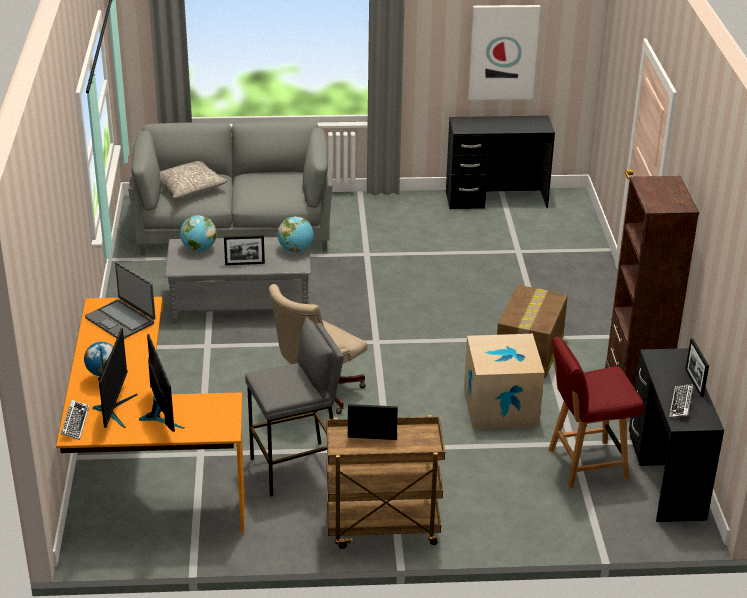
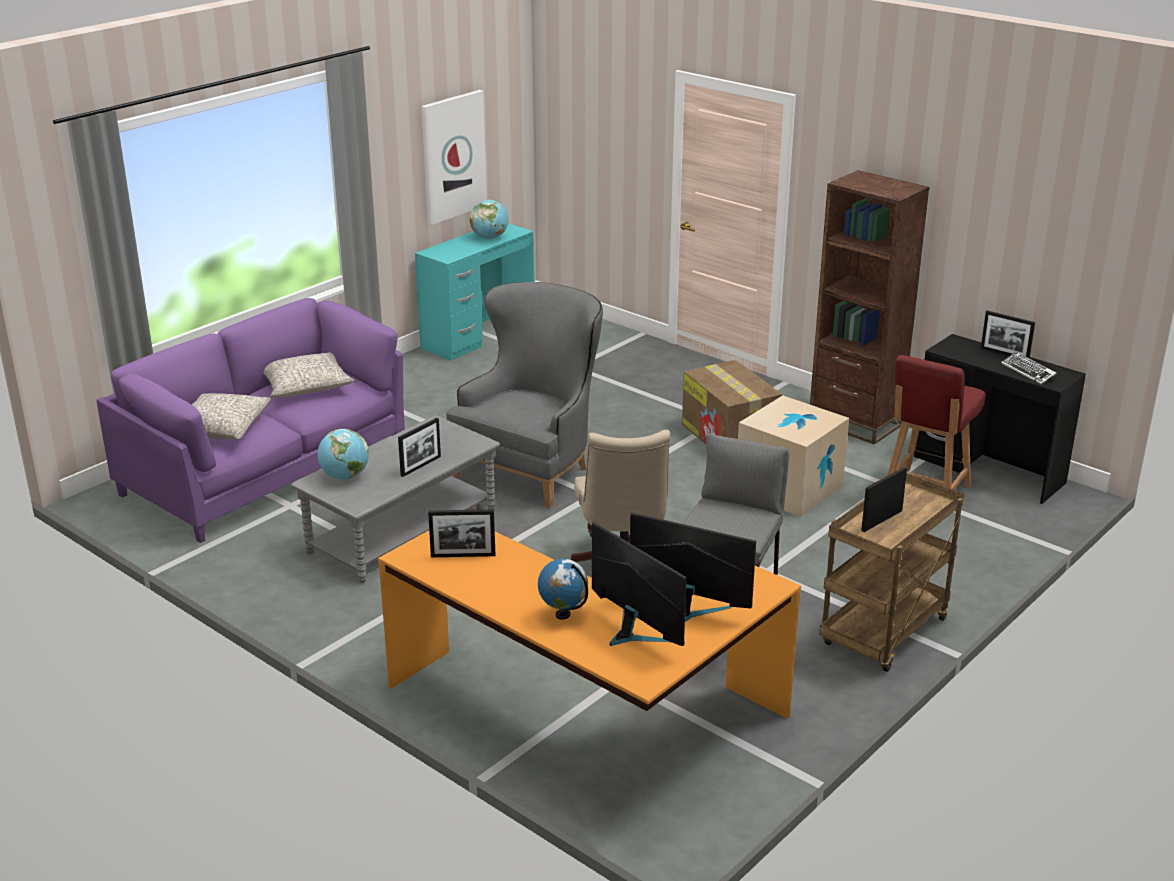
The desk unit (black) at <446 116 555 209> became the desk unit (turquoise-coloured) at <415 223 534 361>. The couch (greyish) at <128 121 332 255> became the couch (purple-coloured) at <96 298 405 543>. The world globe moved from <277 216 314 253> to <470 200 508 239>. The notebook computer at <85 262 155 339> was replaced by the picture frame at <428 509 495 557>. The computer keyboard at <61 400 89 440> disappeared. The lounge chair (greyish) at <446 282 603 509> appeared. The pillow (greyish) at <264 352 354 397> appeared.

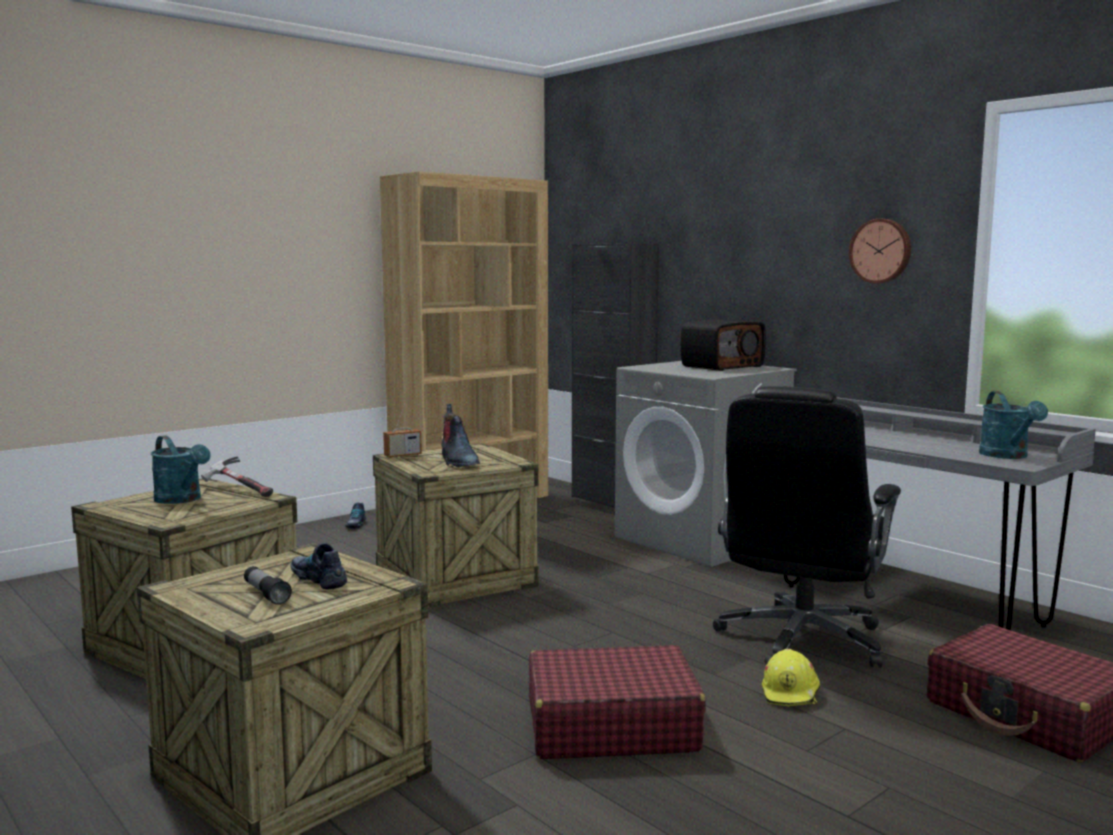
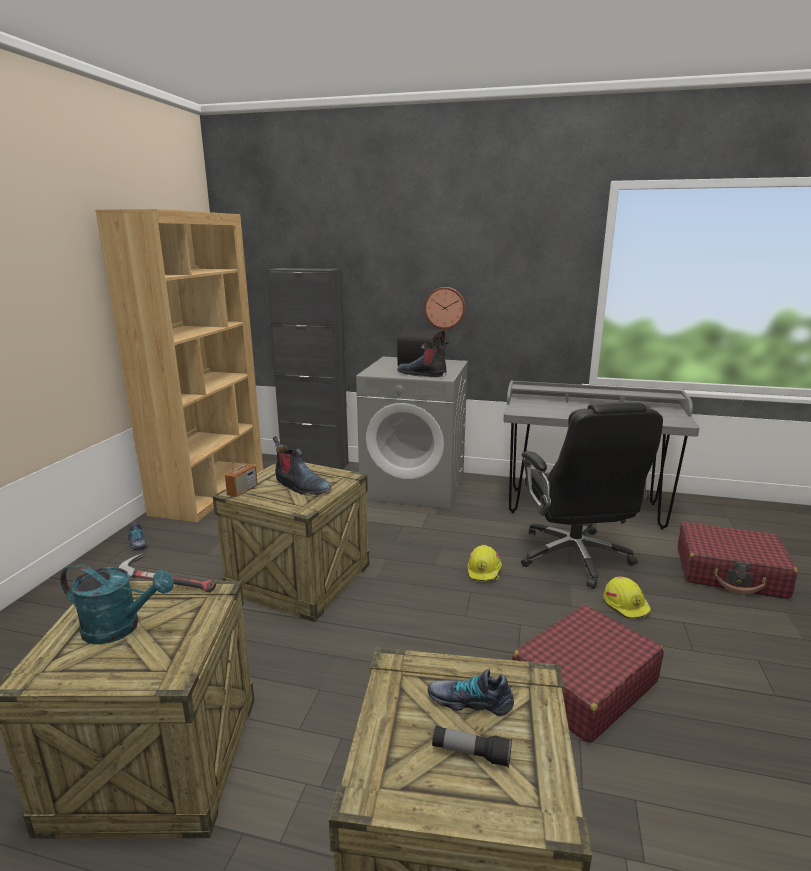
The wall clock moved from <849 219 911 284> to <424 287 466 329>. The watering pot (turquoise-coloured) at <979 391 1048 459> disappeared. The boot at <397 341 449 377> appeared. The safety helmet (yellowish) at <467 545 502 582> appeared.

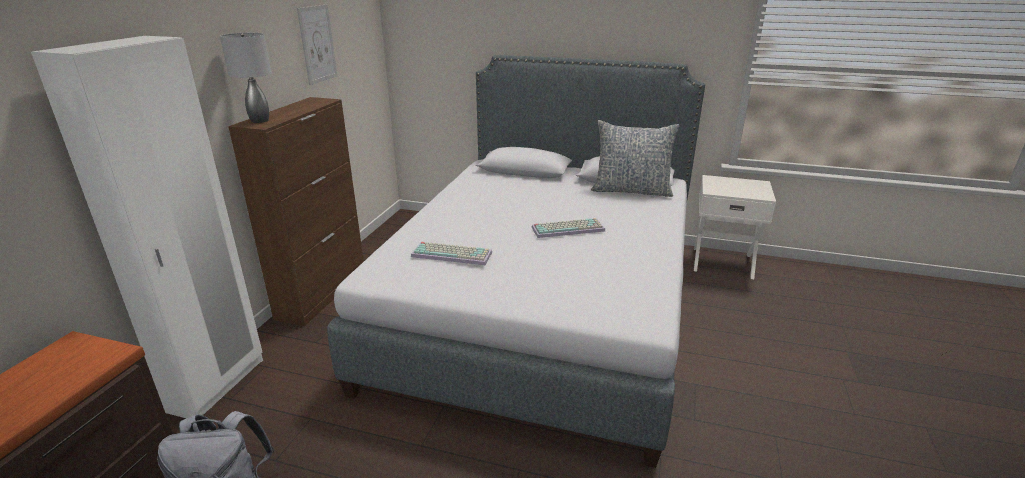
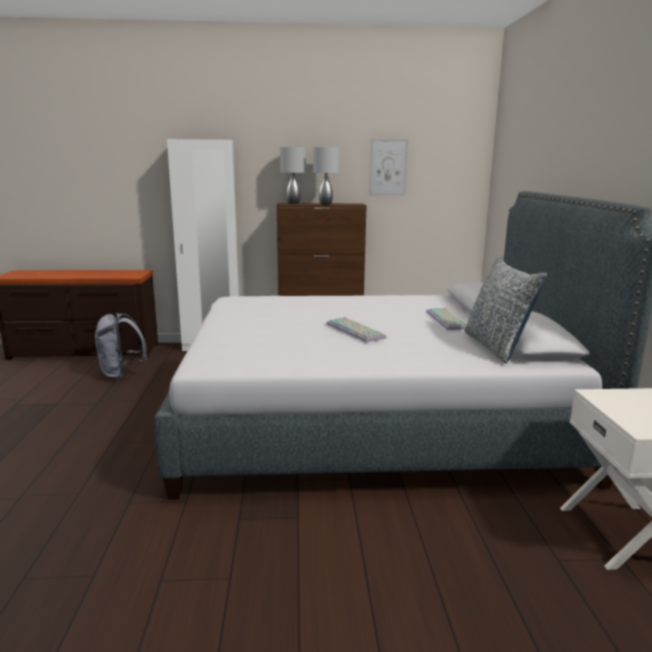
The computer keyboard moved from <411 242 492 265> to <427 308 467 330>. The table lamp (greyish) at <313 146 339 205> appeared.

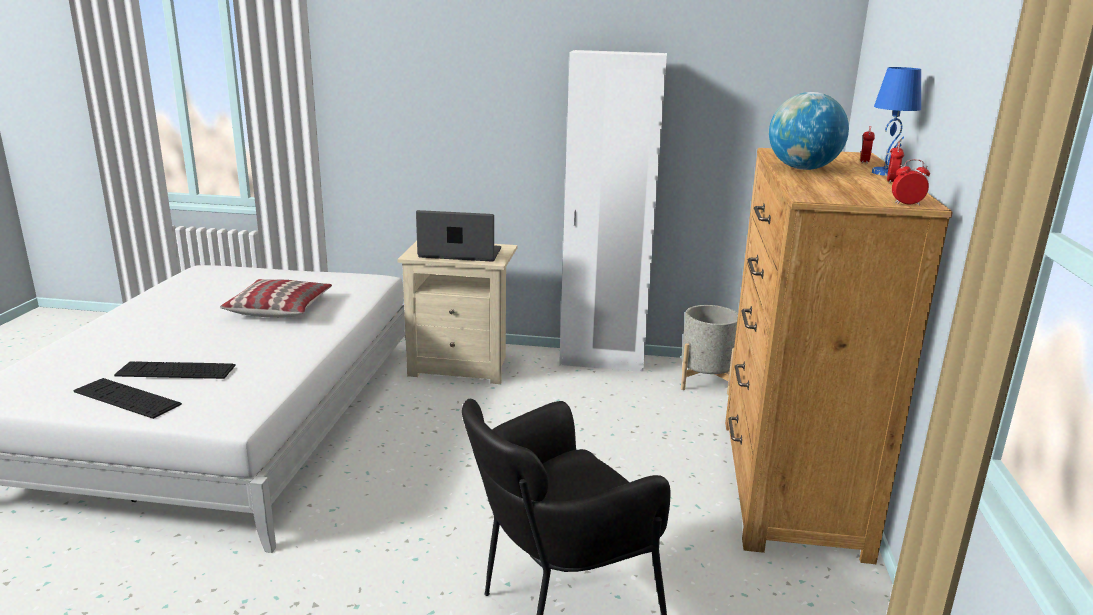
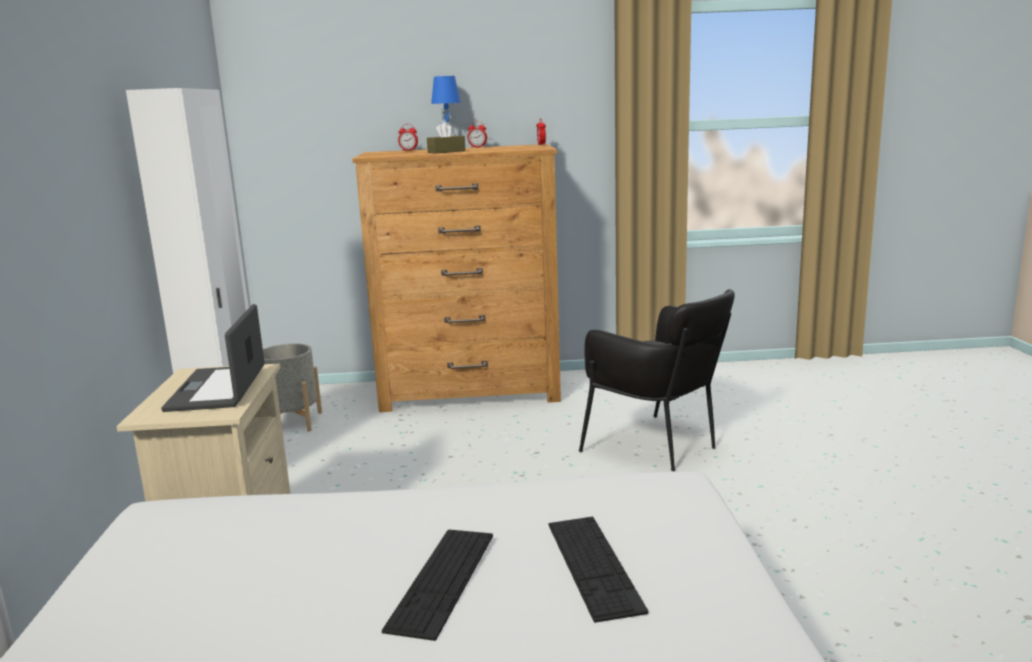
The world globe at <769 92 849 170> was replaced by the tissue box (brown) at <427 122 465 153>. The pillow at <220 279 332 318> disappeared. The computer keyboard moved from <73 378 182 419> to <382 530 493 641>.

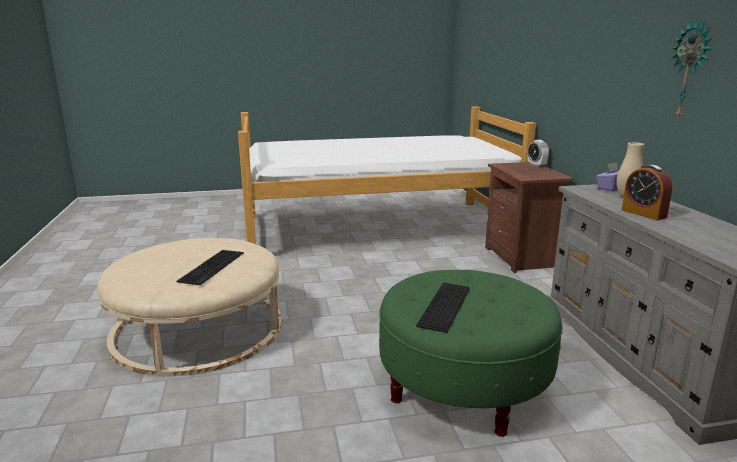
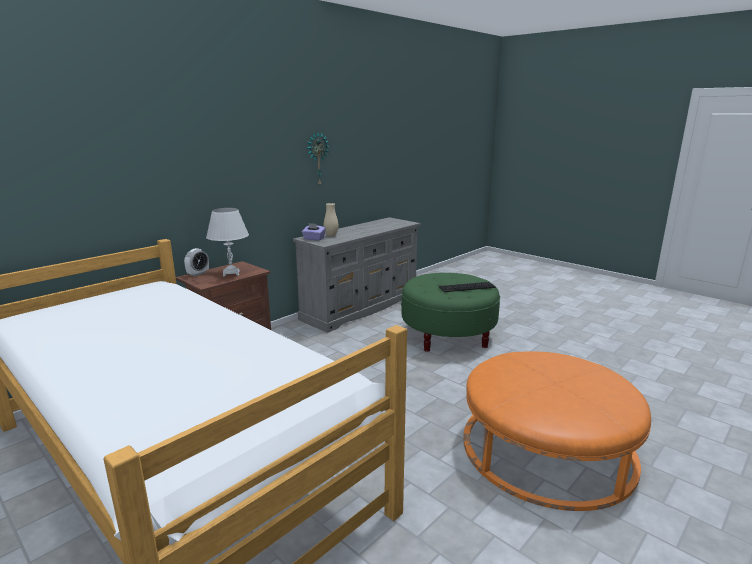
The bedside clock at <622 165 673 220> disappeared. The footrest (beige-coloured) at <98 238 282 376> became the footrest (orangey) at <463 352 651 511>. The computer keyboard at <176 250 244 285> disappeared. The table lamp (whitish) at <206 208 249 276> appeared.

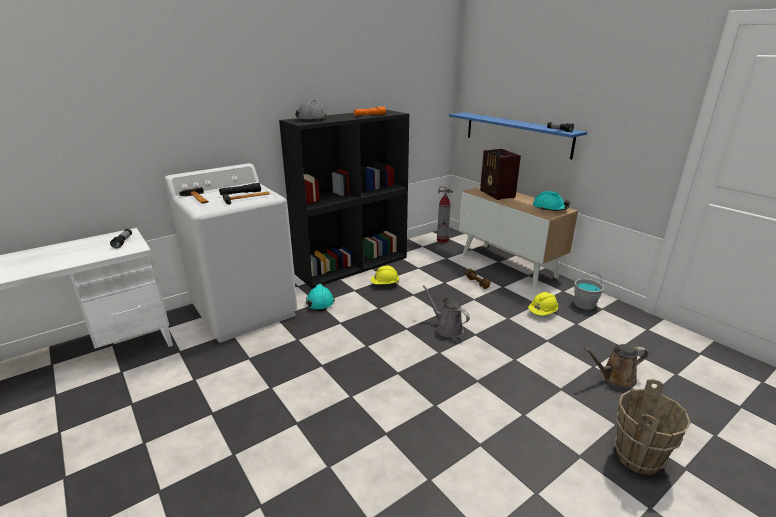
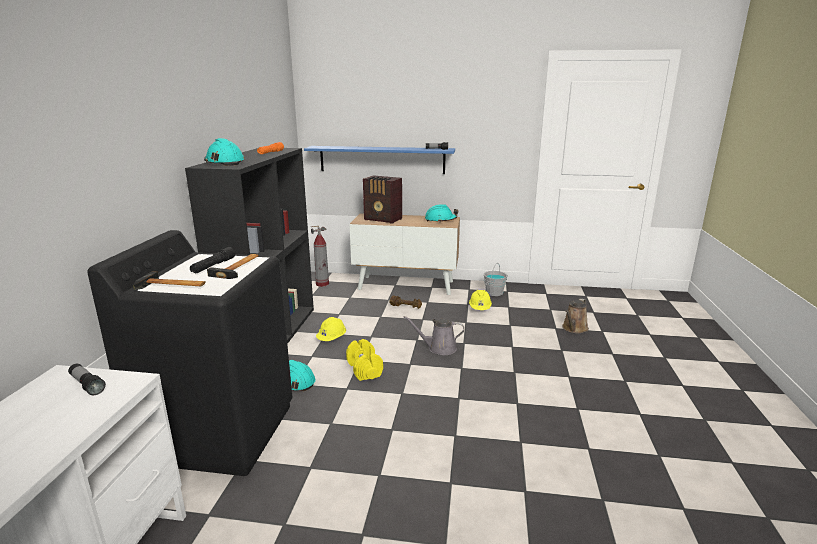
The safety helmet (greyish) at <295 99 326 122> became the safety helmet (turquoise-coloured) at <204 138 244 166>. The laundry machine (whitish) at <164 163 297 342> became the laundry machine (black) at <87 230 292 476>. The pail (brown) at <614 379 691 475> disappeared. The hand weight (yellowish) at <346 339 383 381> appeared.

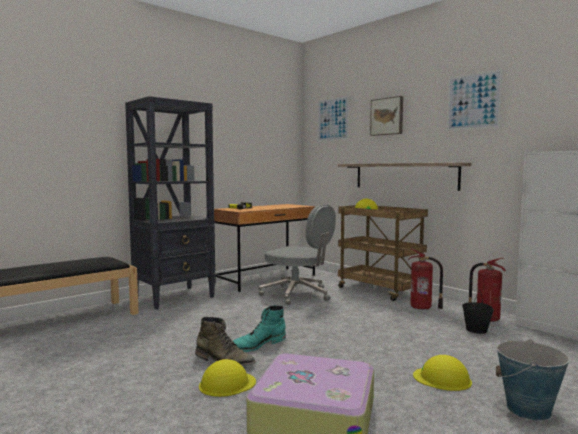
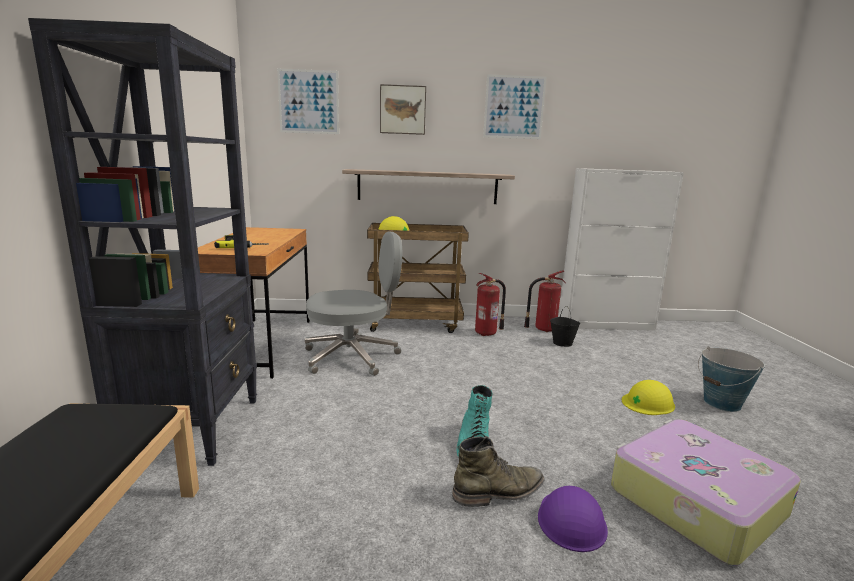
The safety helmet (yellowish) at <199 359 256 397> became the safety helmet (purple-coloured) at <538 486 608 552>.

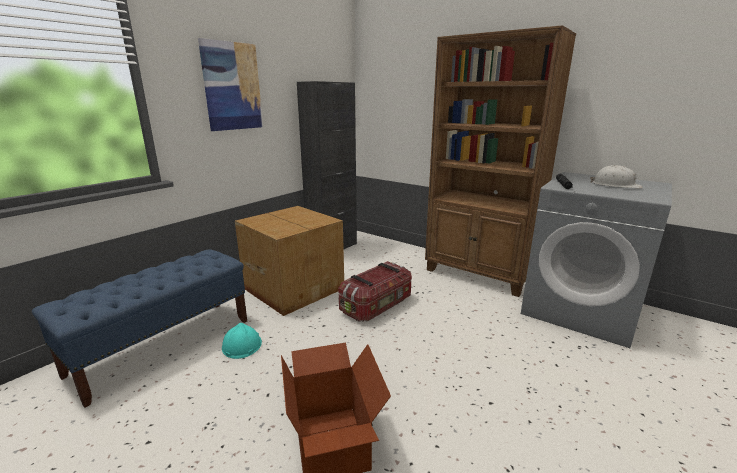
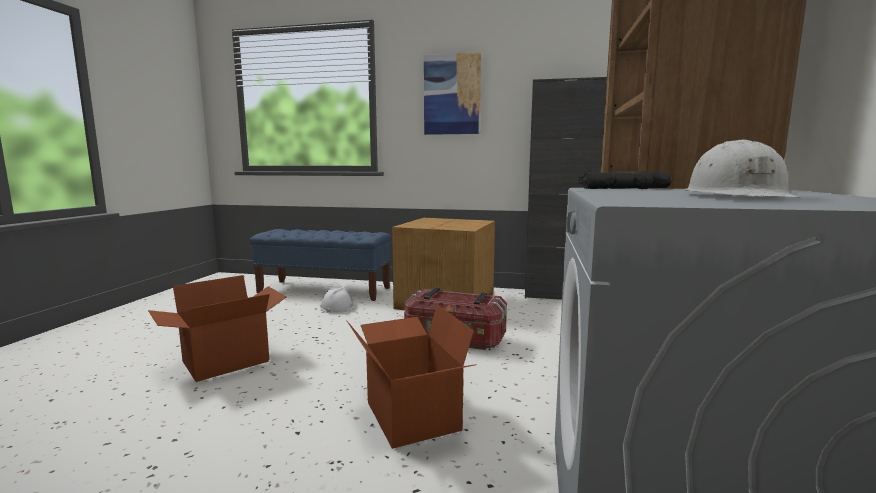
The safety helmet (turquoise-coloured) at <222 323 262 359> became the safety helmet (whitish) at <320 287 357 313>. The cardboard box at <347 304 477 449> appeared.

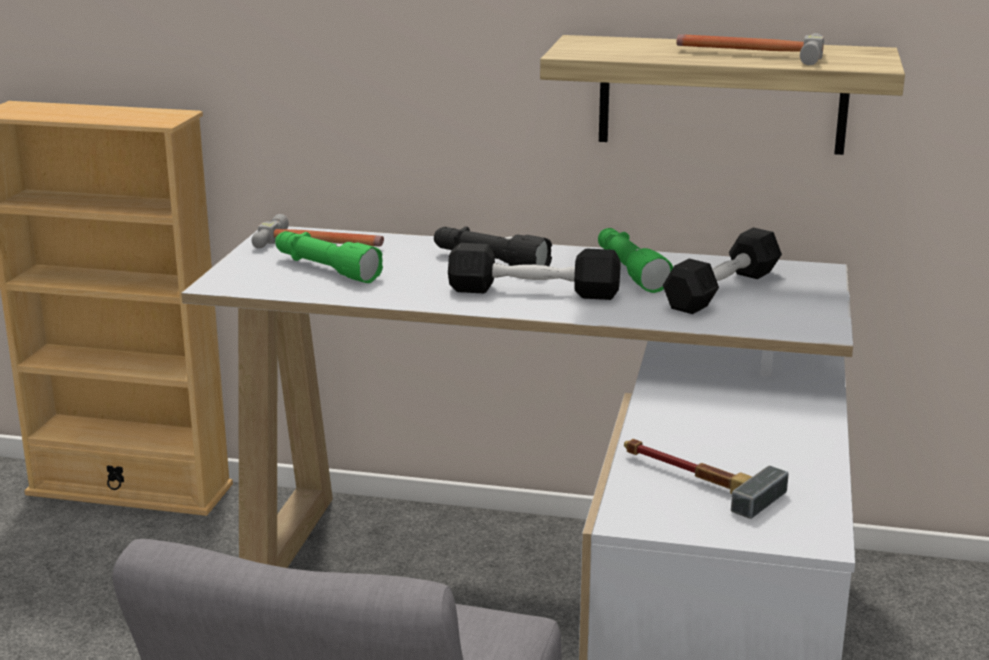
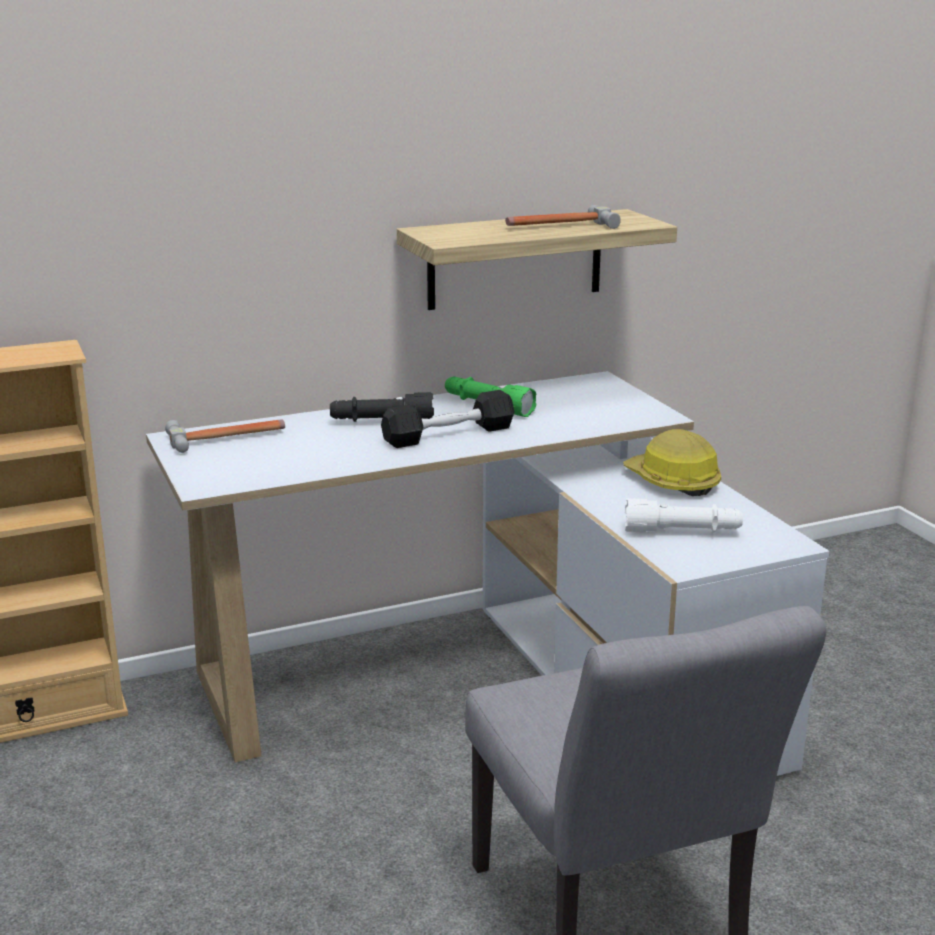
The hand weight (black) at <663 227 782 314> disappeared. The flashlight (green) at <275 231 383 283> disappeared. The hand hammer at <624 439 789 519> was replaced by the flashlight (whitish) at <625 498 743 533>. The safety helmet at <623 429 721 496> appeared.

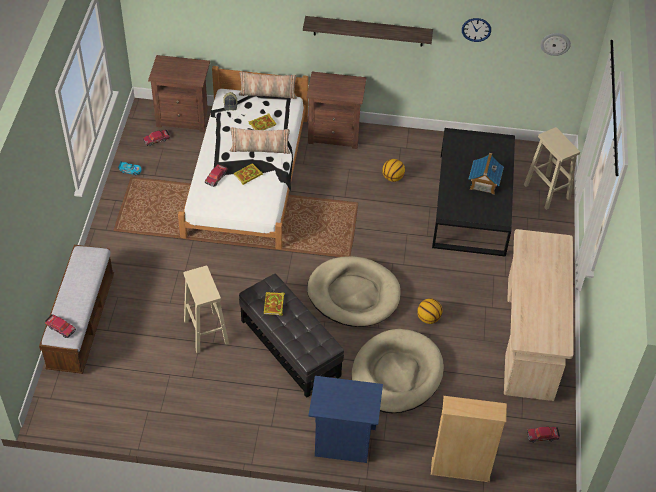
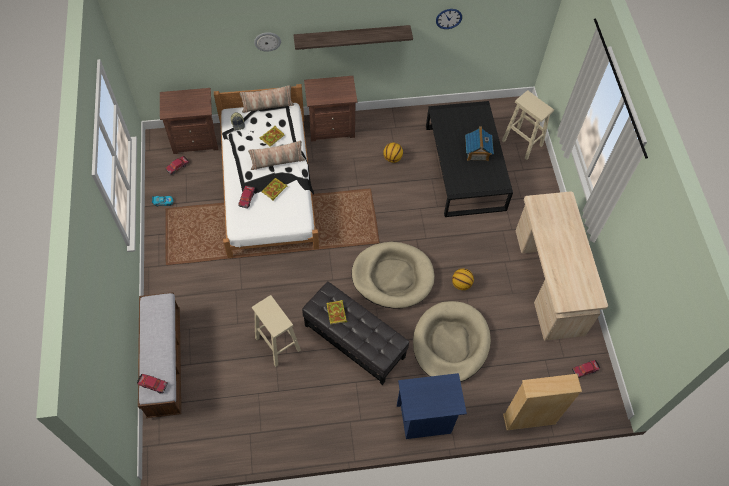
The wall clock moved from <540 33 571 56> to <254 32 281 52>.

